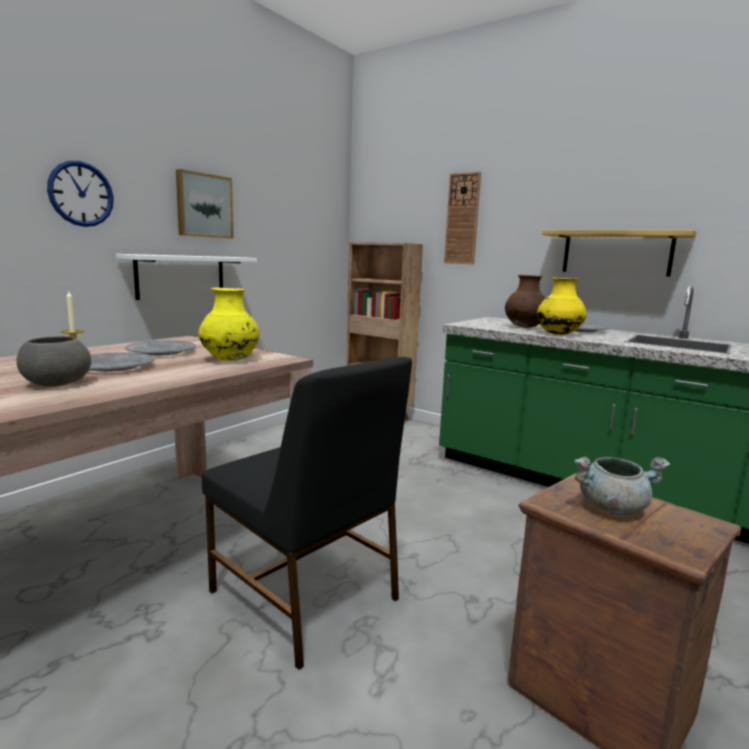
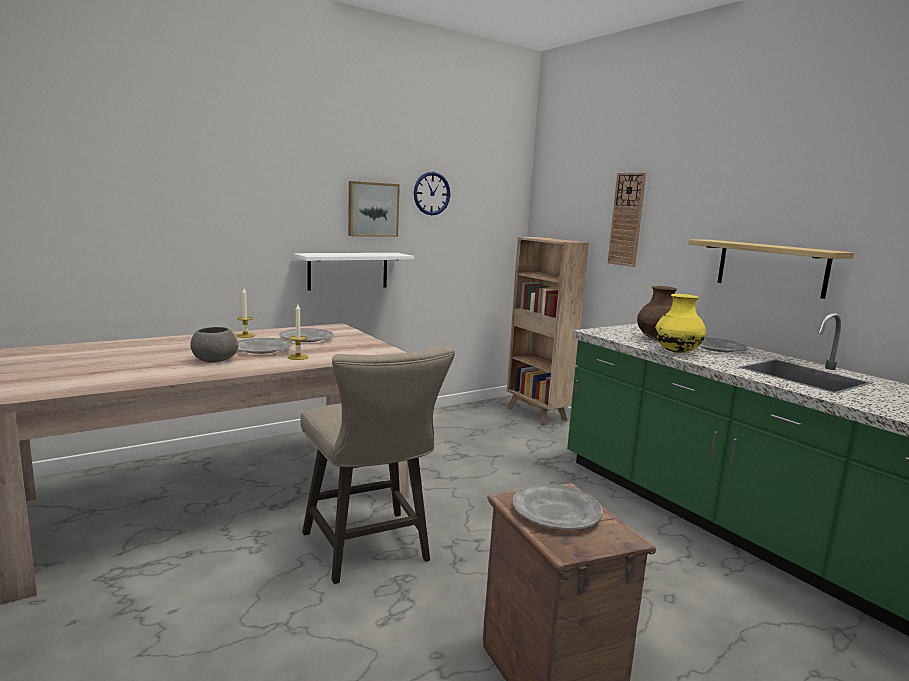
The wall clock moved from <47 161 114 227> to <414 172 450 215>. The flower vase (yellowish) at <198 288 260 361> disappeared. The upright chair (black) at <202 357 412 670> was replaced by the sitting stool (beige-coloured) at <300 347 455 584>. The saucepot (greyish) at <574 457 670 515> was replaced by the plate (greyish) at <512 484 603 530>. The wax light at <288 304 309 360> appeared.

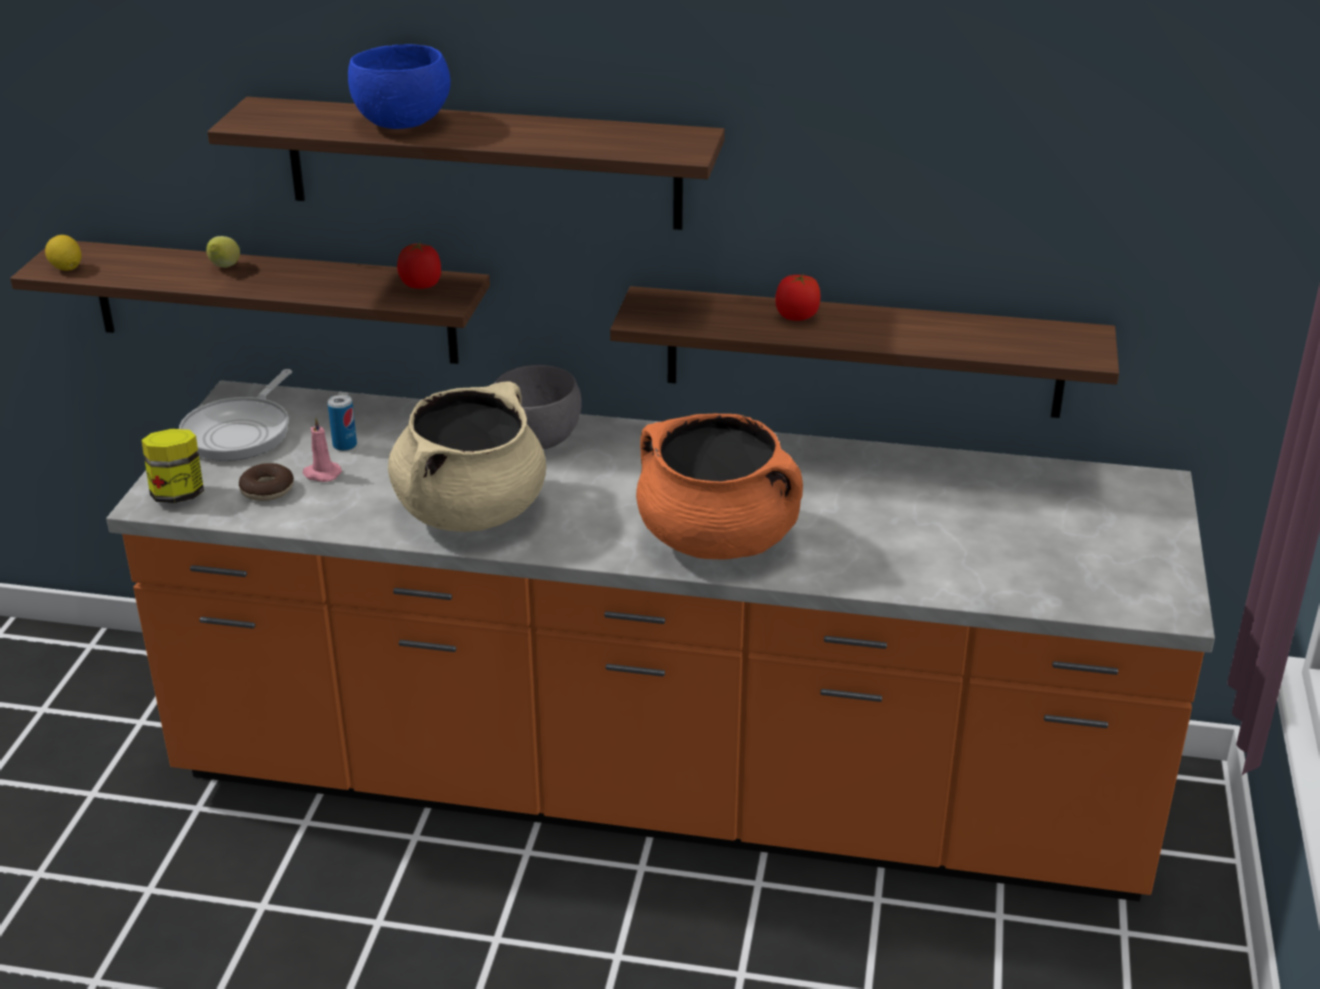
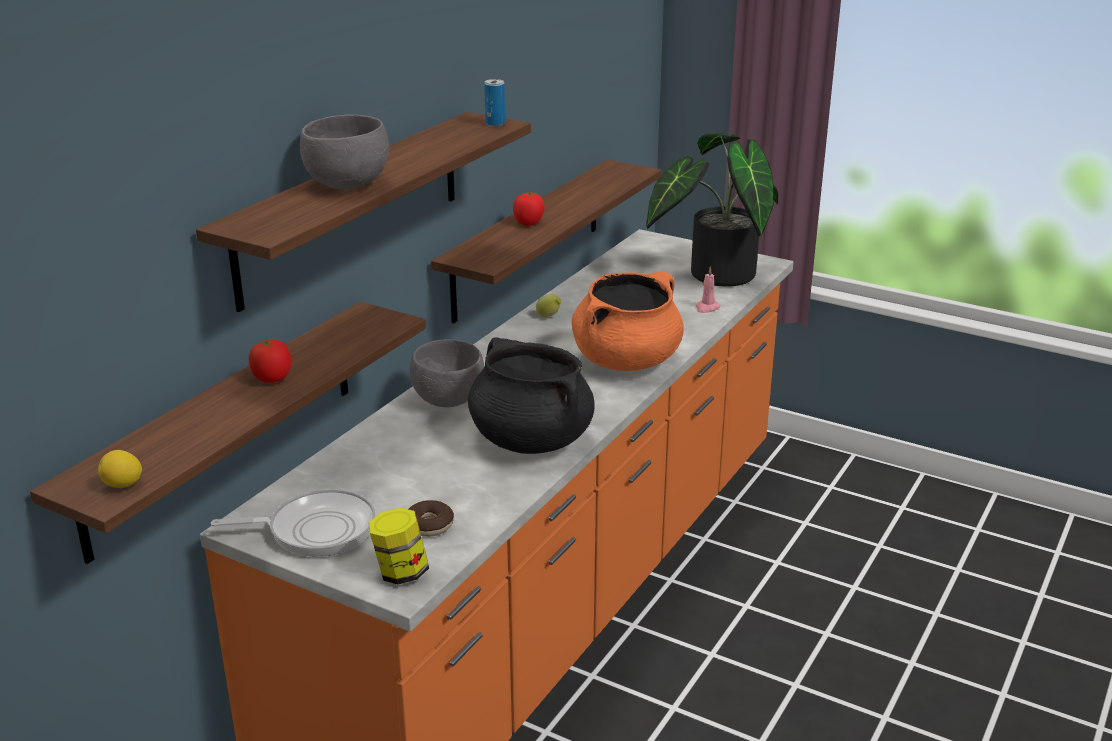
The deep dish (bluish) at <348 44 451 129> became the deep dish (greyish) at <300 114 389 189>. The lemon moved from <206 236 240 268> to <536 294 561 317>. The tomato moved from <397 242 441 289> to <249 339 291 383>. The frying pan at <179 369 292 461> turned 45 degrees counterclockwise. The saucepot (beige-coloured) at <388 382 546 532> became the saucepot (black) at <468 337 595 454>. The can moved from <328 395 357 451> to <484 79 505 126>. The wax light (pink) moved from <303 417 342 482> to <696 266 721 313>. The houseplant at <646 133 778 287> appeared.

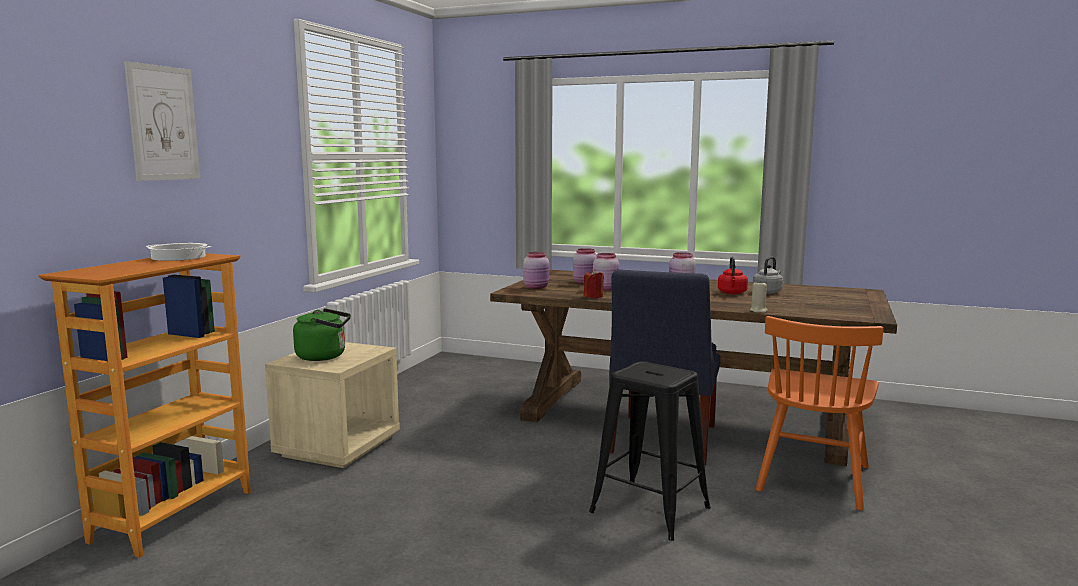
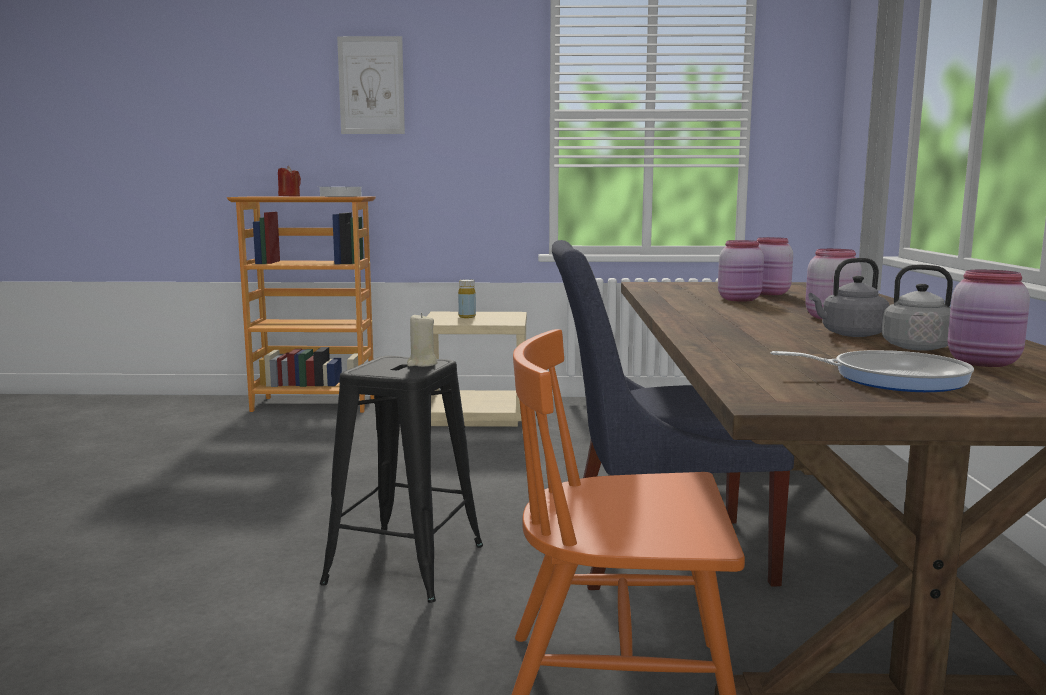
The jar (pink) moved from <523 252 549 289> to <948 270 1030 367>. The tea kettle (reddish) at <718 257 748 294> became the tea kettle (greyish) at <808 258 889 337>. The wax light (reddish) moved from <583 270 604 298> to <278 166 301 197>. The wax light (beige-coloured) moved from <750 281 768 313> to <407 313 438 367>. The tea kettle (green) at <293 308 351 361> was replaced by the drink bottle (yellowish) at <458 279 476 318>. The frying pan at <771 350 974 392> appeared.

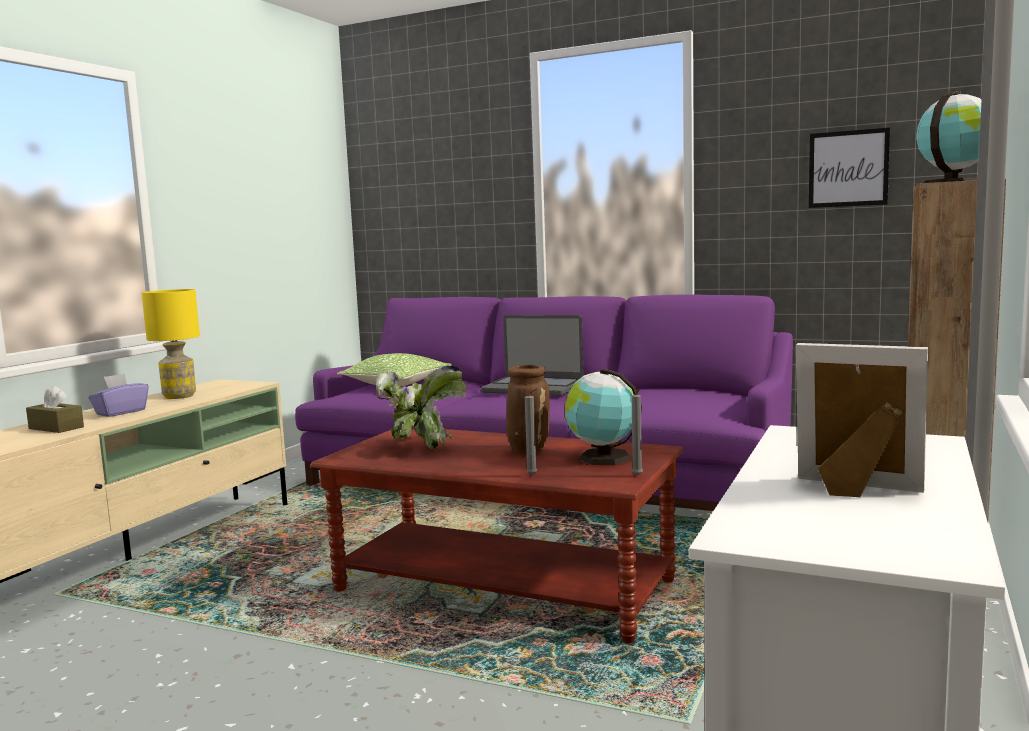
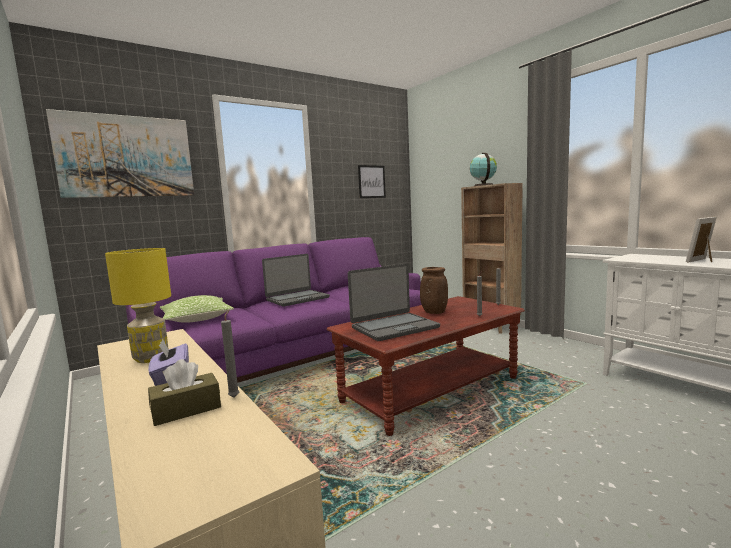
The houseplant at <375 366 466 449> was replaced by the notebook computer at <348 264 440 341>. The world globe at <565 369 642 465> disappeared. The picture at <46 109 194 198> appeared. The wax light (greyish) at <221 310 239 397> appeared.

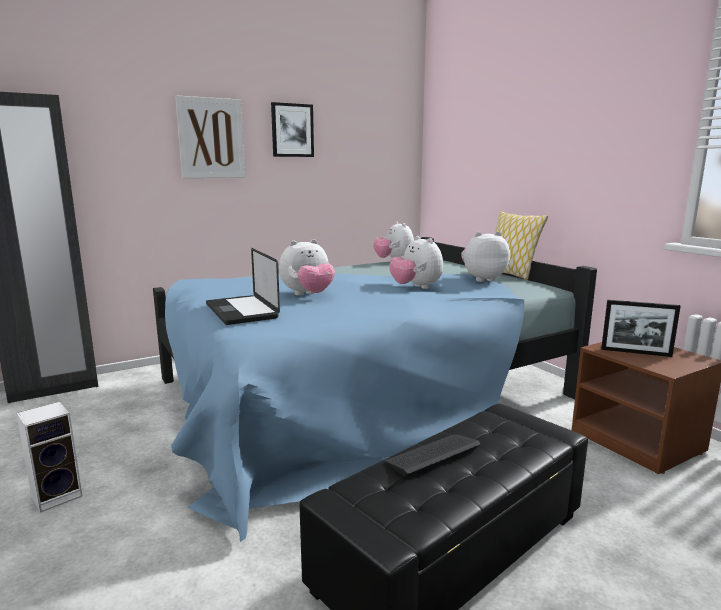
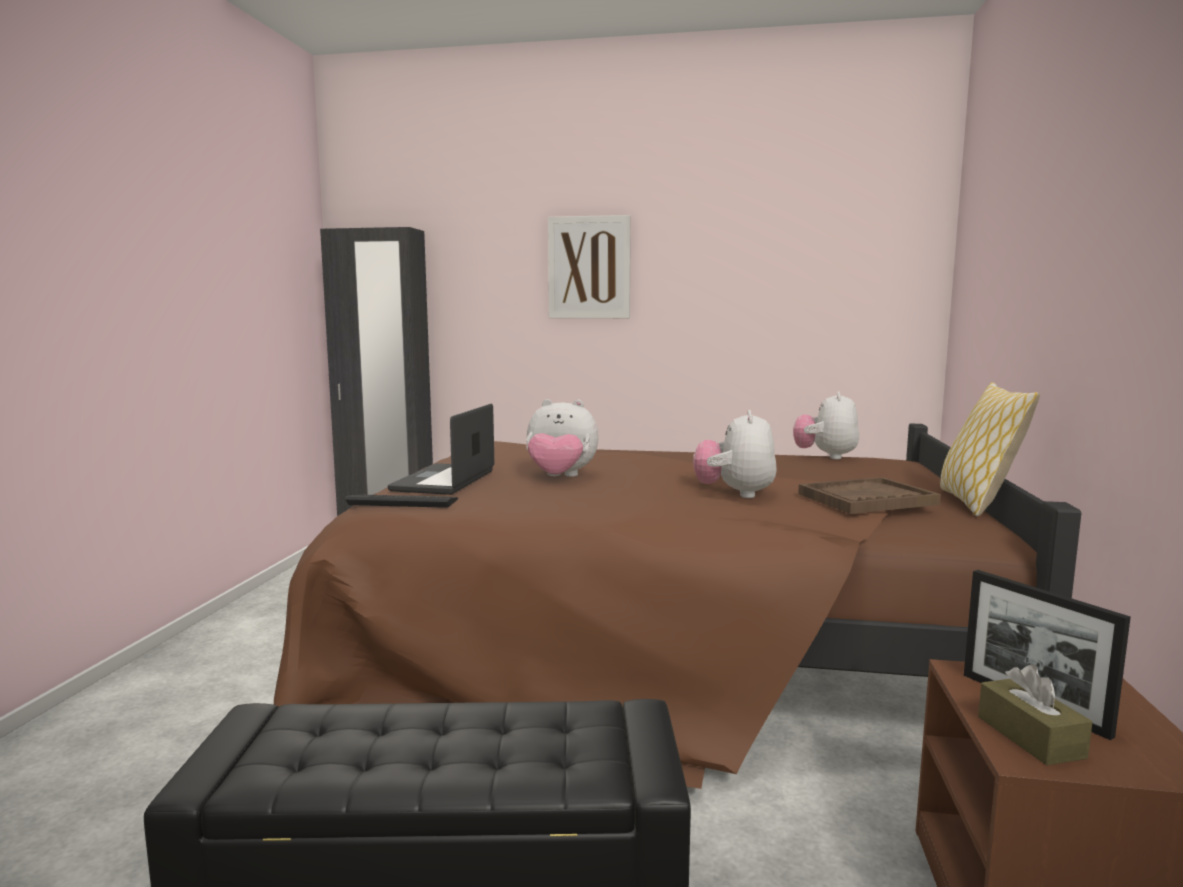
The picture at <271 102 314 157> disappeared. The soft toy at <461 231 510 282> was replaced by the tray (brown) at <798 477 941 514>. The sleeping bed (bluish) at <153 237 597 542> became the sleeping bed (brown) at <274 424 1081 789>. The speaker at <16 402 82 513> disappeared. The computer keyboard moved from <385 434 480 477> to <345 495 458 508>. The tissue box (brown) at <978 664 1092 765> appeared.

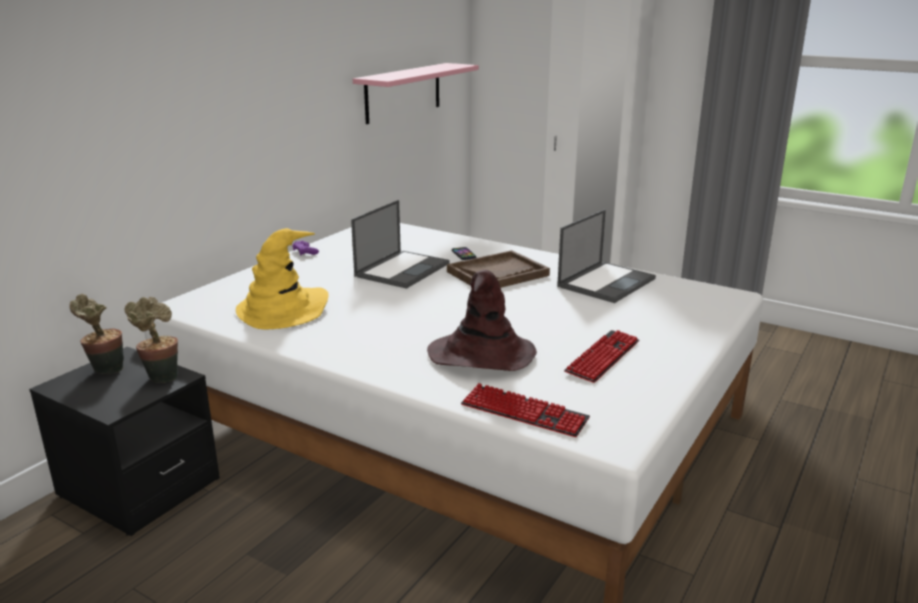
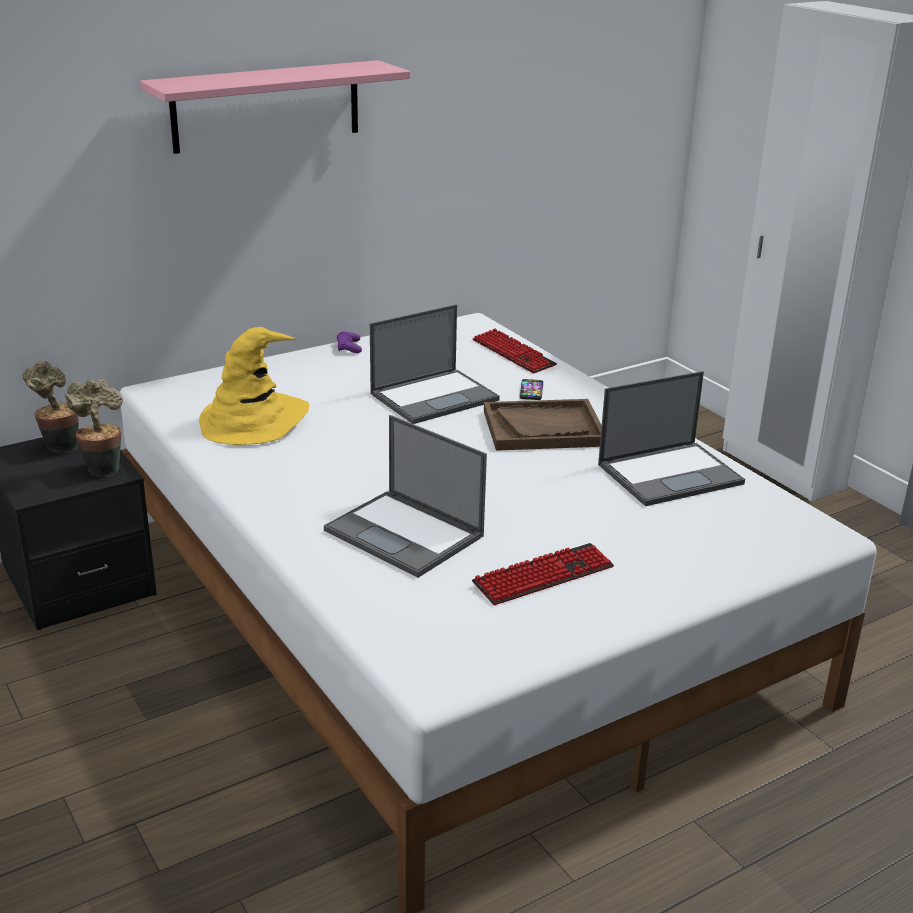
The wall shelf (pink) moved from <353 63 479 124> to <140 60 410 154>. The hat (brown) at <427 270 537 371> was replaced by the notebook computer at <324 415 487 578>. The computer keyboard moved from <461 383 590 437> to <473 329 557 374>.

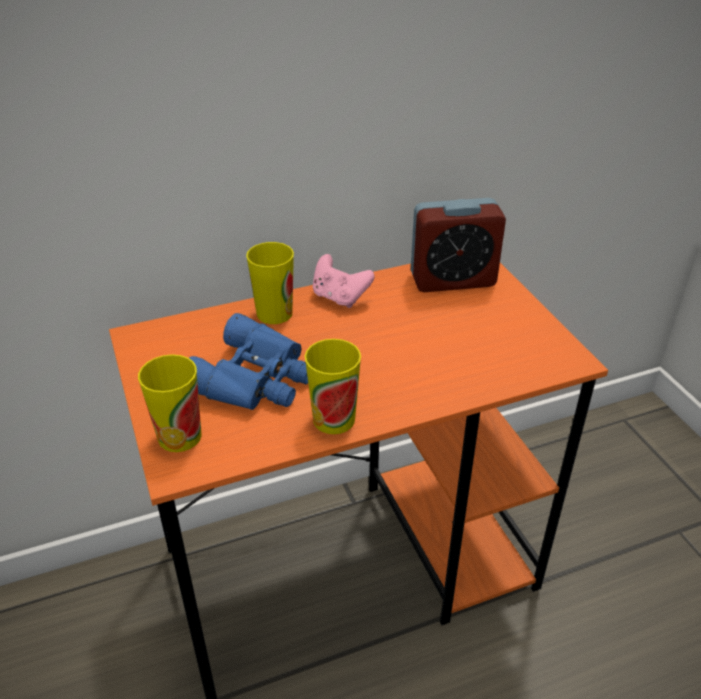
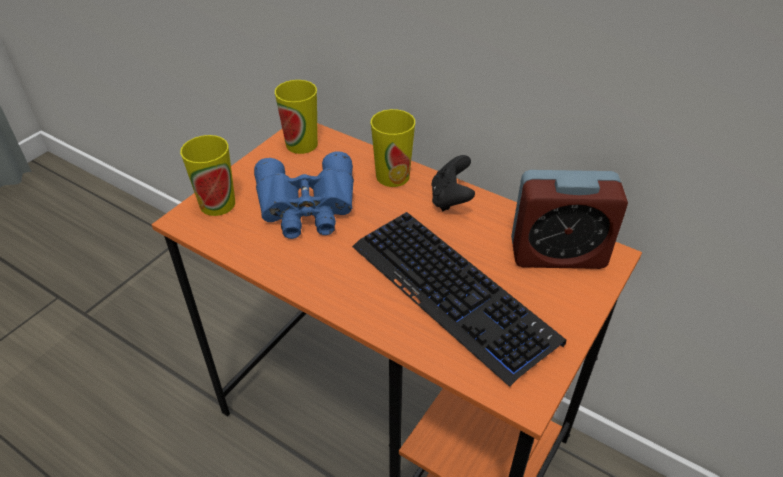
The bedside clock at <411 198 506 292> turned 45 degrees counterclockwise. The gamepad (pink) at <313 254 375 308> became the gamepad (black) at <431 155 475 211>. The drinking cup moved from <305 339 361 434> to <275 80 318 154>. The computer keyboard at <352 212 566 387> appeared.

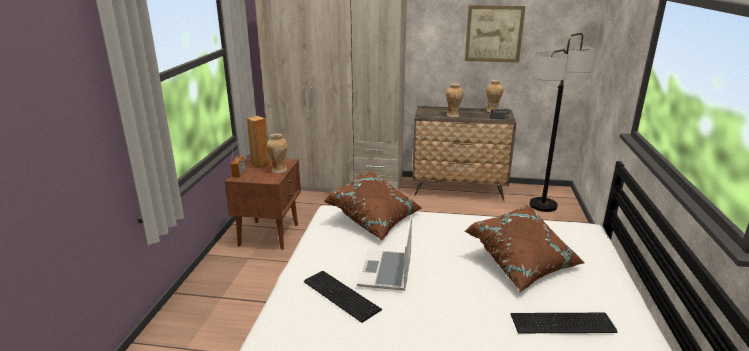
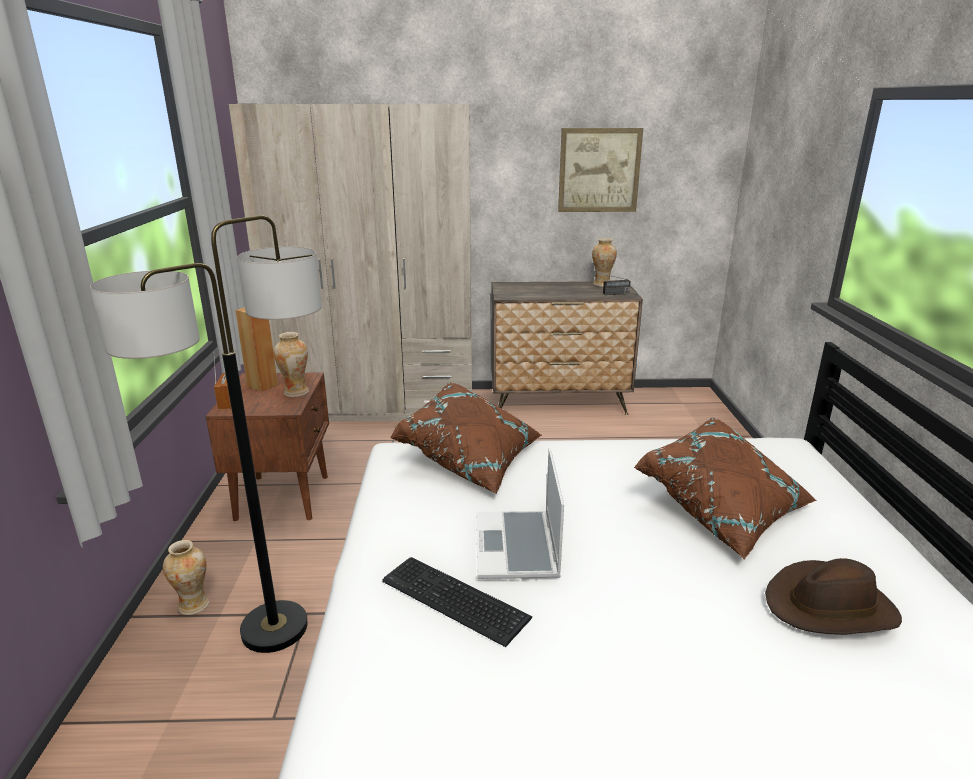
The floor lamp moved from <529 33 596 212> to <90 215 322 653>. The flower vase moved from <446 83 463 117> to <163 540 209 615>. The computer keyboard at <511 313 617 333> was replaced by the hat (brown) at <765 558 902 635>.

